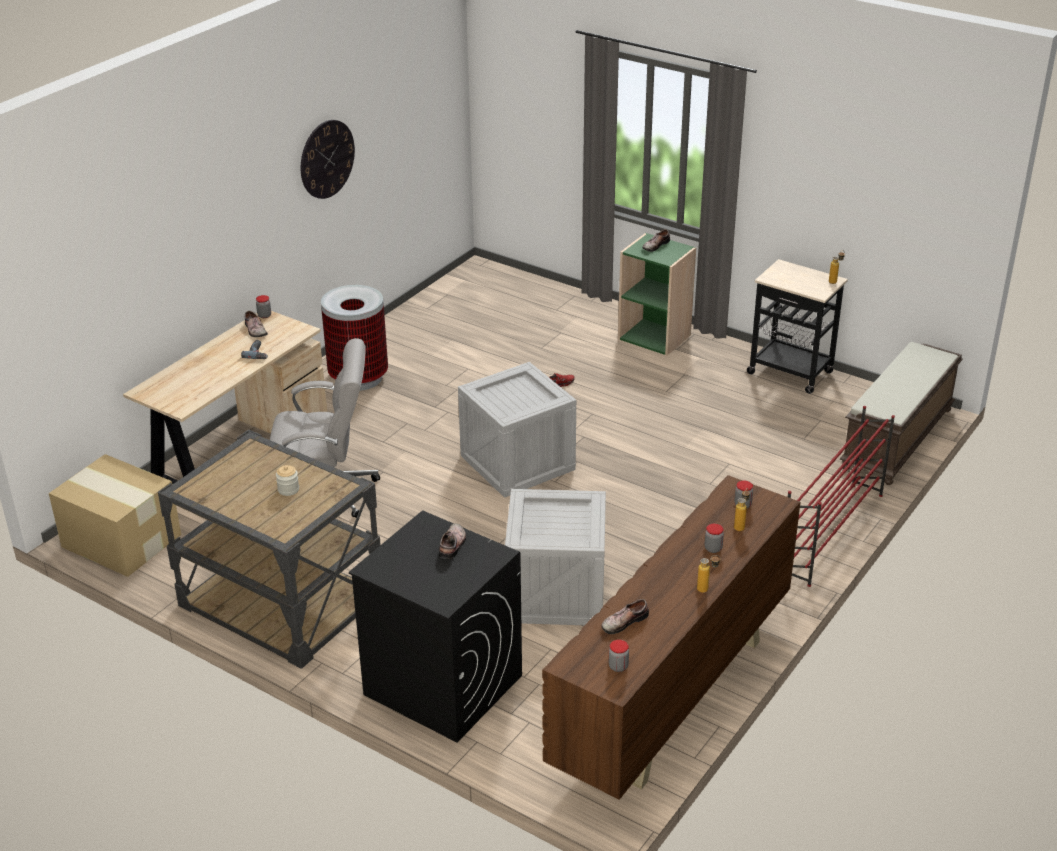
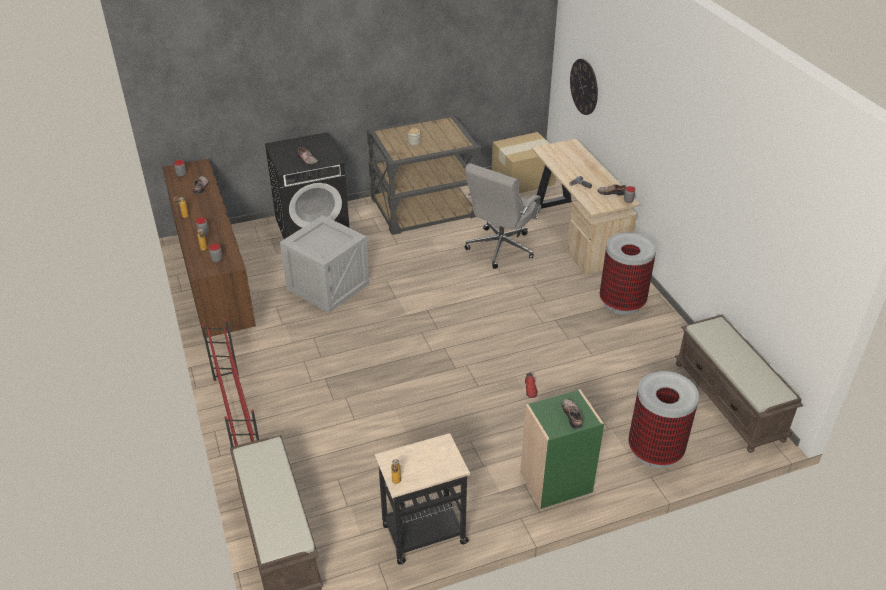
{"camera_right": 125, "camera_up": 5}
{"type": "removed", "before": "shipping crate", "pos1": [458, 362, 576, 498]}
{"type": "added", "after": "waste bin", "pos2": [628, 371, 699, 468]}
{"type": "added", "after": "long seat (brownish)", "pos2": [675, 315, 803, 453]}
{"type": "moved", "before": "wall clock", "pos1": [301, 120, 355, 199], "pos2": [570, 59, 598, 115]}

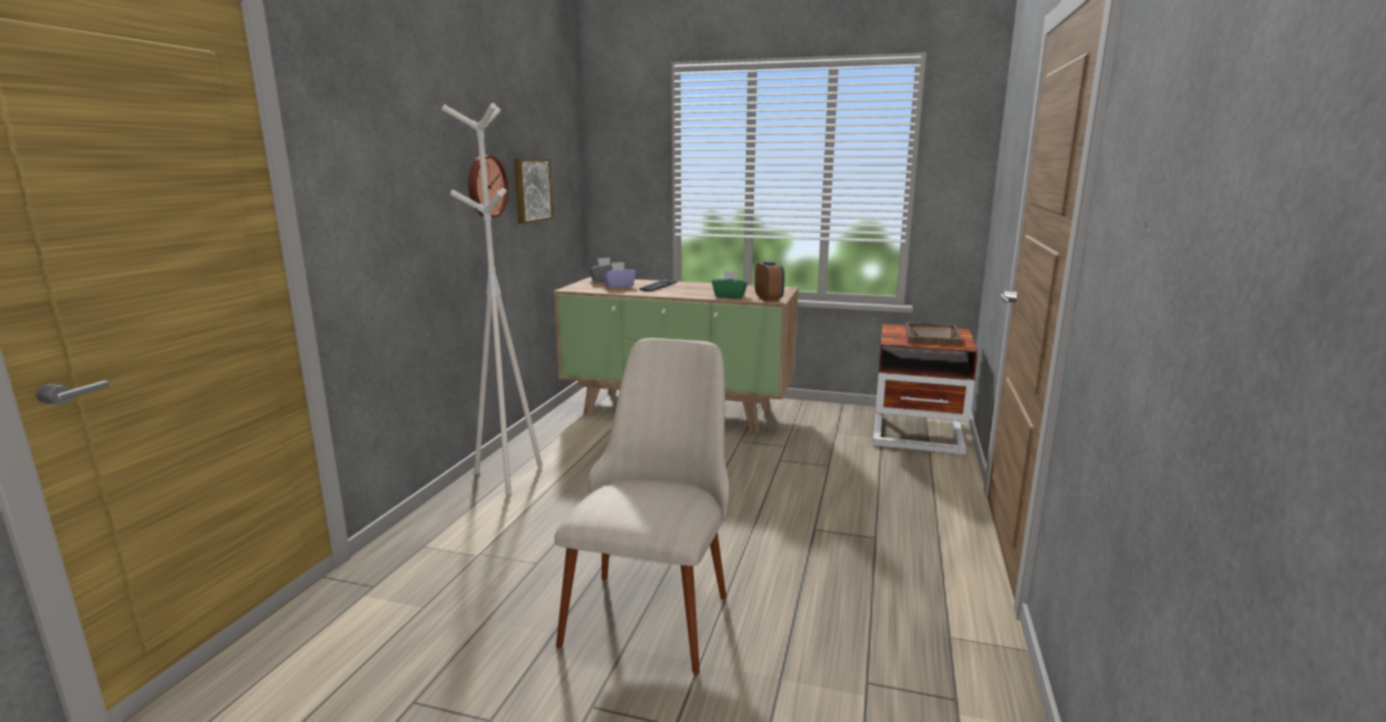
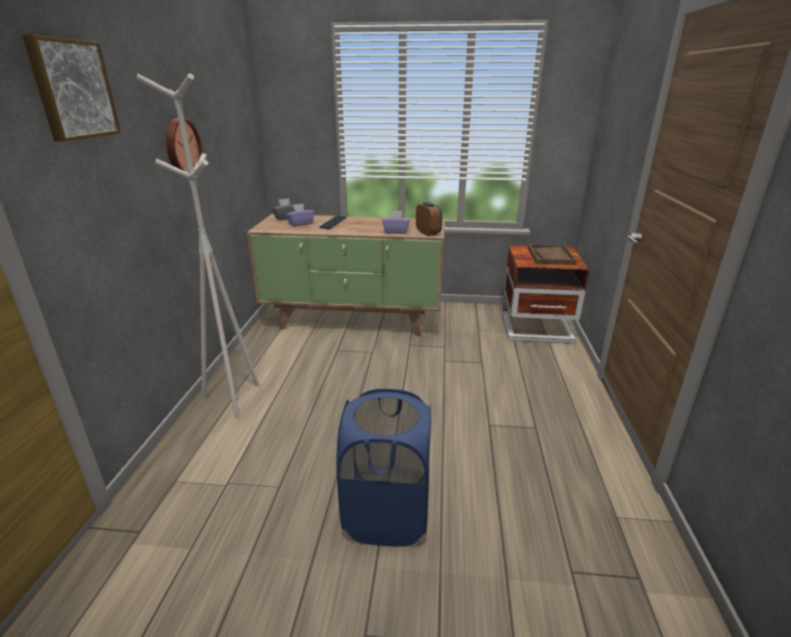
{"camera_right": -10, "camera_up": 10}
{"type": "moved", "before": "wall picture", "pos1": [514, 159, 553, 224], "pos2": [22, 35, 121, 142]}
{"type": "replaced", "before": "upright chair (beige)", "after": "hamper (blue-coloured)", "pos1": [554, 338, 730, 675], "pos2": [336, 388, 431, 547]}
{"type": "recoloured", "before": "tissue holder (green)", "after": "tissue holder (purple-coloured)", "pos1": [712, 270, 748, 298], "pos2": [382, 211, 410, 234]}

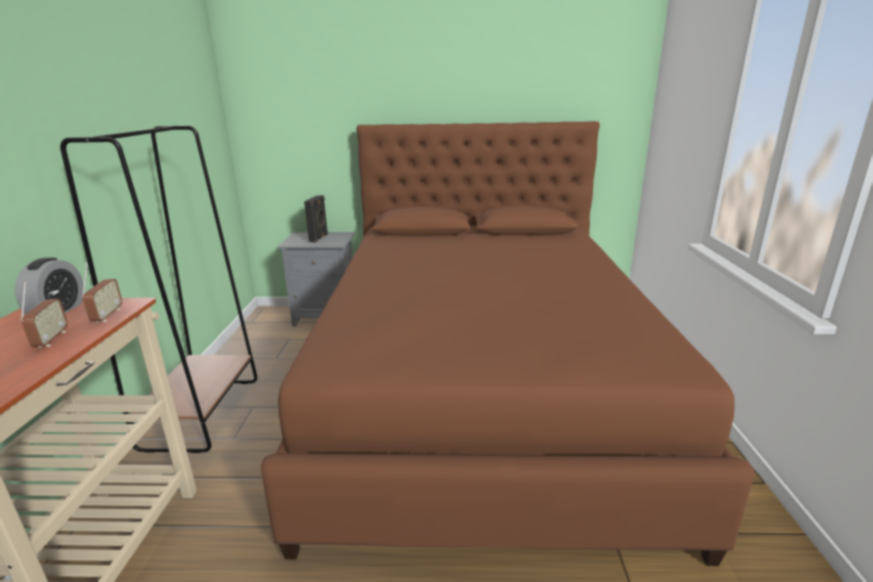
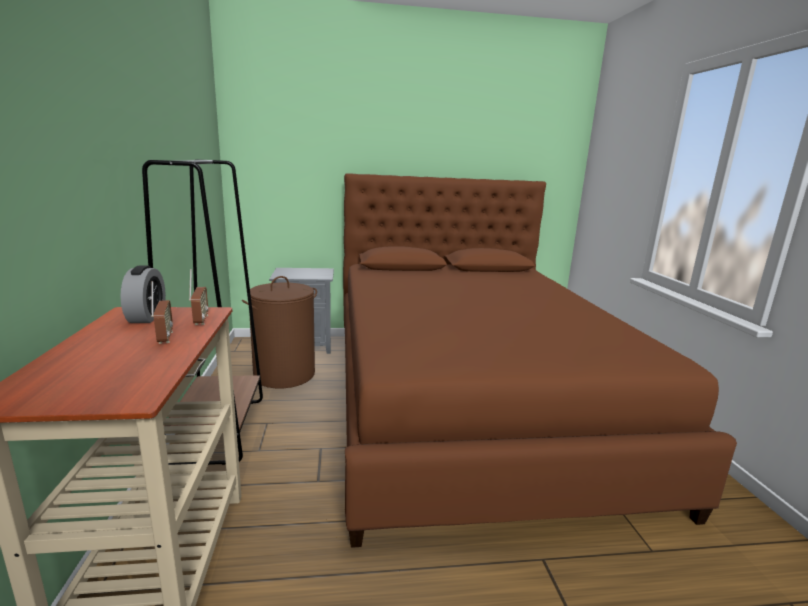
{"camera_right": -10, "camera_up": -5}
{"type": "removed", "before": "speaker (black)", "pos1": [304, 195, 328, 243]}
{"type": "added", "after": "hamper (brownish)", "pos2": [242, 276, 317, 388]}

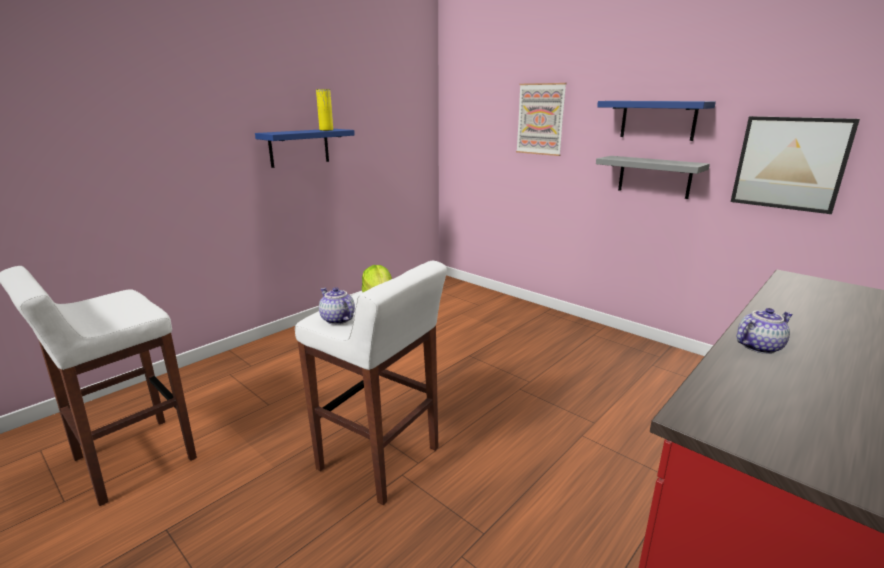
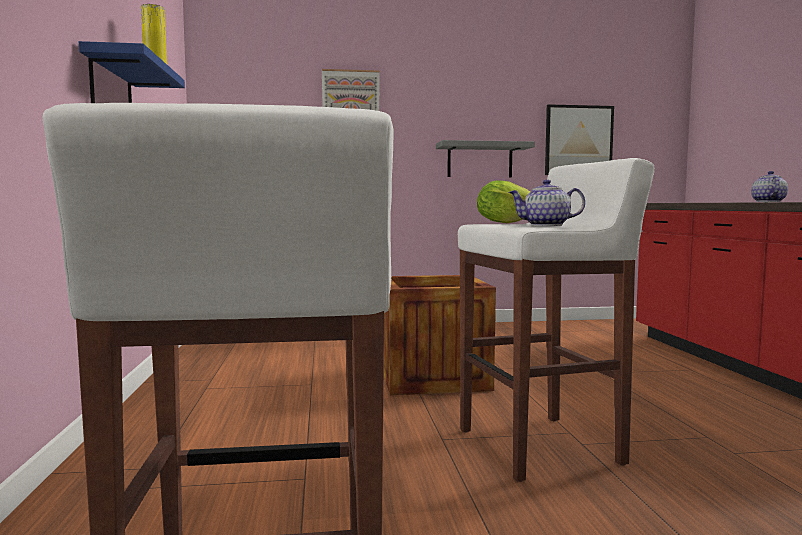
{"camera_right": -50, "camera_up": -15}
{"type": "removed", "before": "shelf (blue-coloured)", "pos1": [597, 101, 716, 141]}
{"type": "added", "after": "shipping crate", "pos2": [384, 275, 496, 395]}

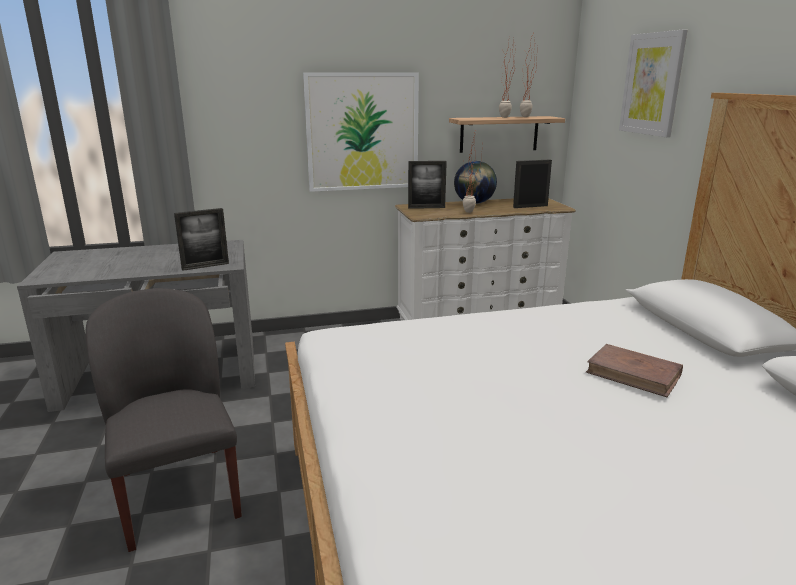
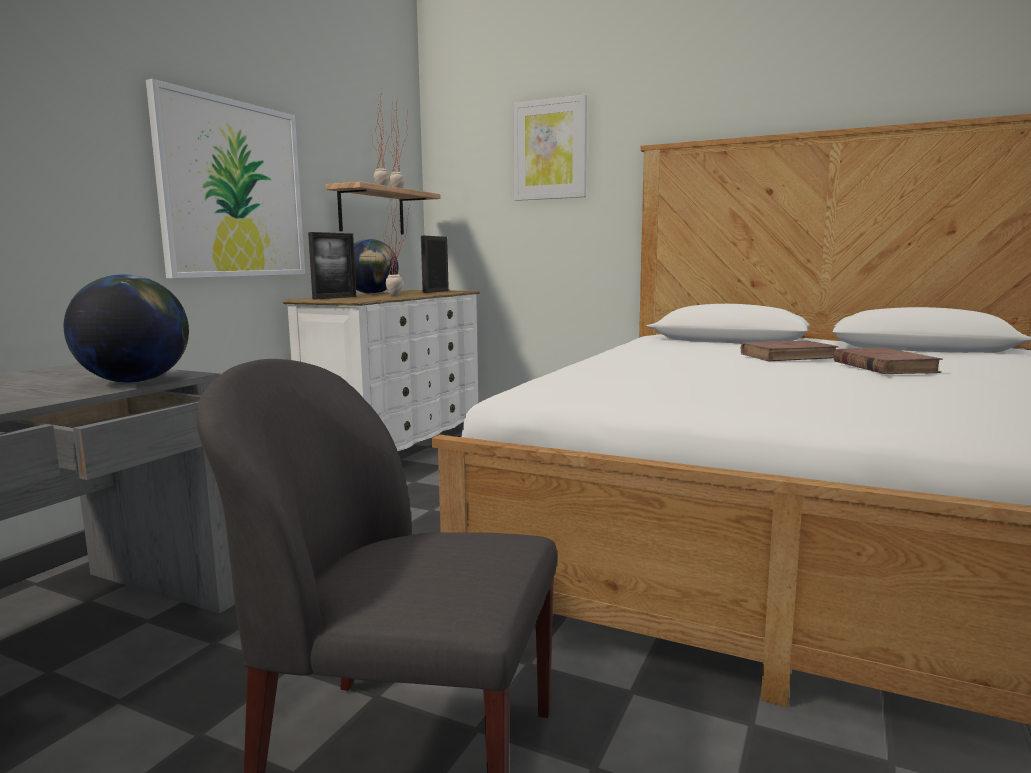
{"camera_right": -50, "camera_up": -10}
{"type": "added", "after": "bound book (brownish)", "pos2": [833, 348, 943, 374]}
{"type": "replaced", "before": "picture frame", "after": "globe", "pos1": [174, 208, 229, 271], "pos2": [64, 274, 189, 383]}

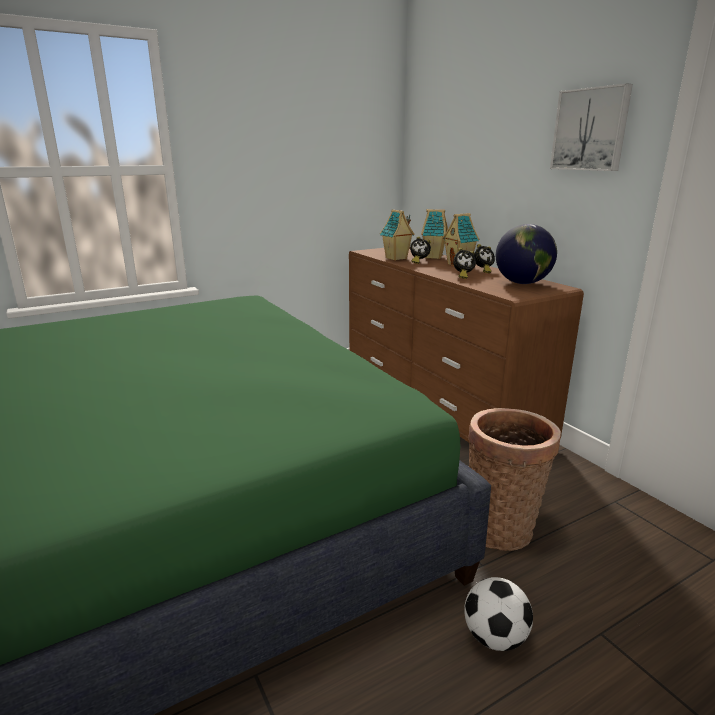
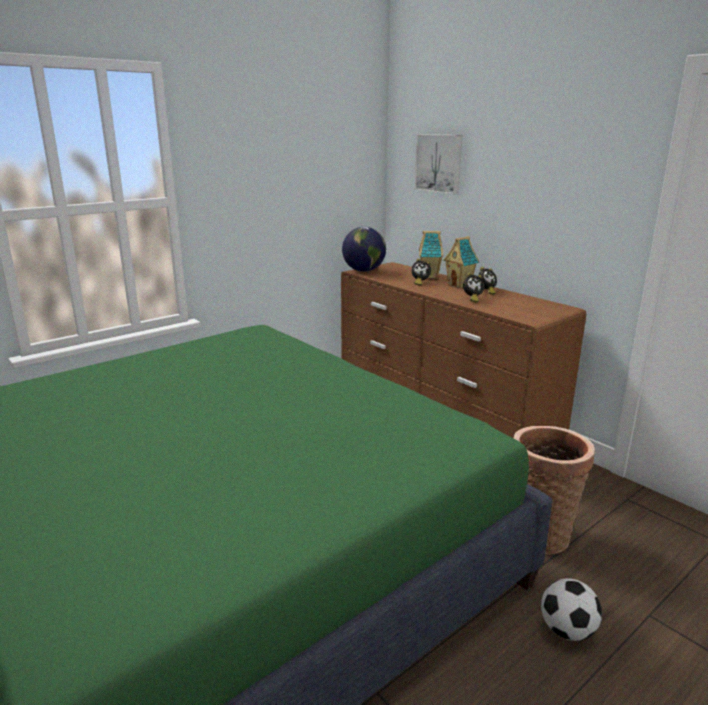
{"camera_right": -10, "camera_up": 0}
{"type": "removed", "before": "model house", "pos1": [380, 209, 414, 261]}
{"type": "moved", "before": "globe", "pos1": [496, 224, 557, 284], "pos2": [342, 227, 386, 272]}
{"type": "moved", "before": "wall picture", "pos1": [550, 83, 633, 171], "pos2": [414, 134, 462, 194]}

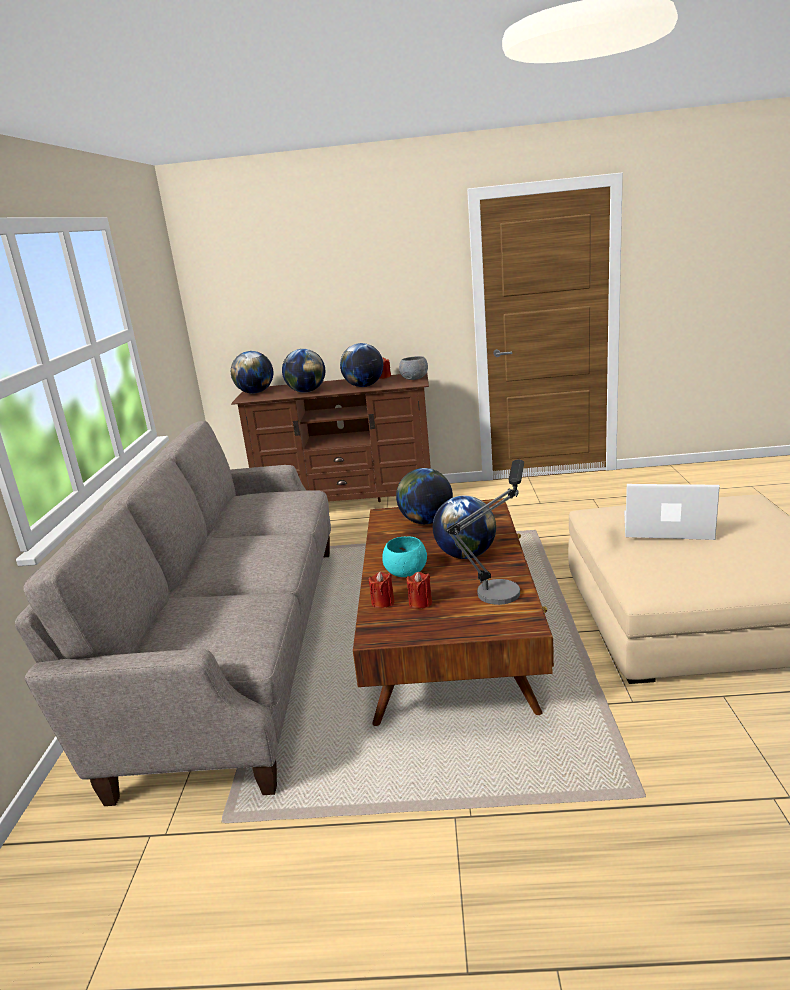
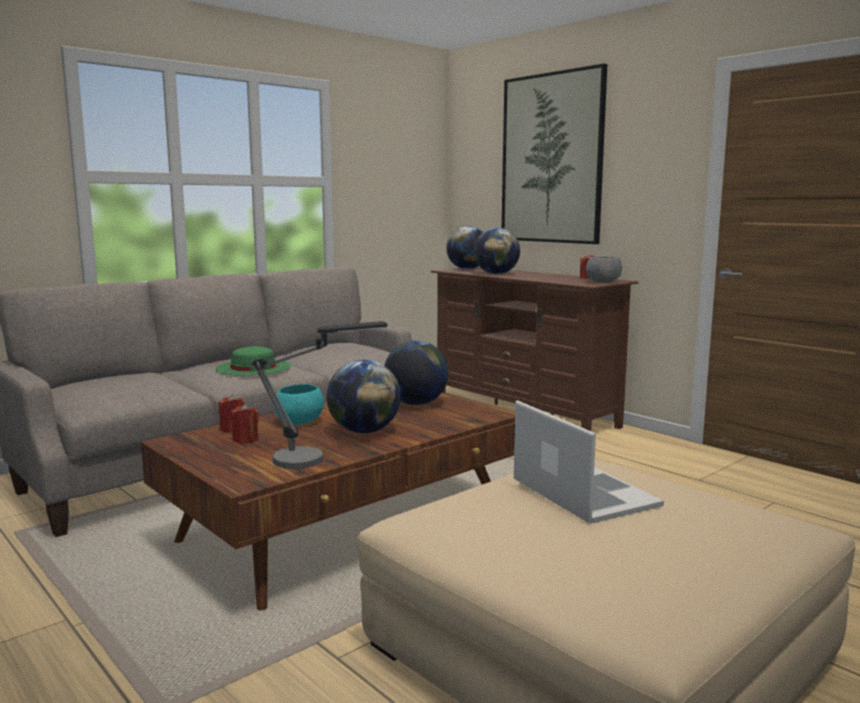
{"camera_right": 45, "camera_up": -10}
{"type": "removed", "before": "globe", "pos1": [340, 343, 383, 387]}
{"type": "added", "after": "wearable hat (green)", "pos2": [215, 346, 291, 376]}
{"type": "added", "after": "wall picture", "pos2": [502, 64, 607, 244]}

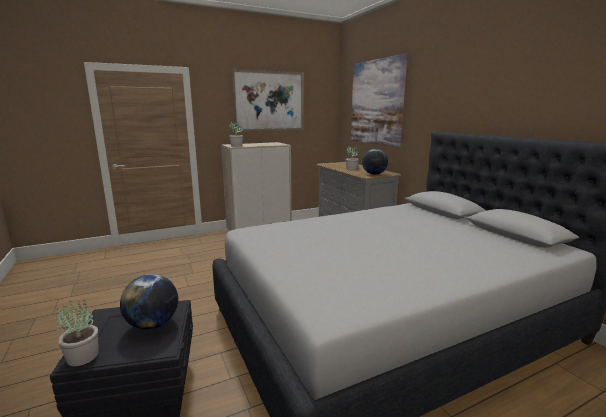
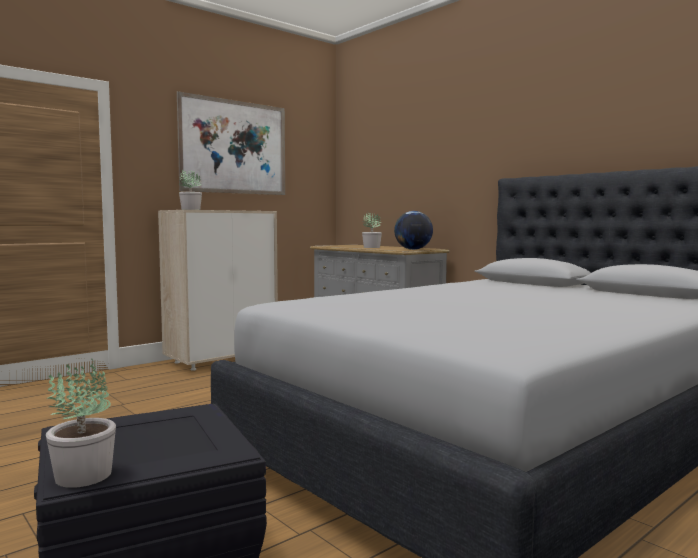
{"camera_right": -15, "camera_up": -10}
{"type": "removed", "before": "globe", "pos1": [120, 274, 178, 330]}
{"type": "removed", "before": "wall picture", "pos1": [351, 54, 407, 147]}

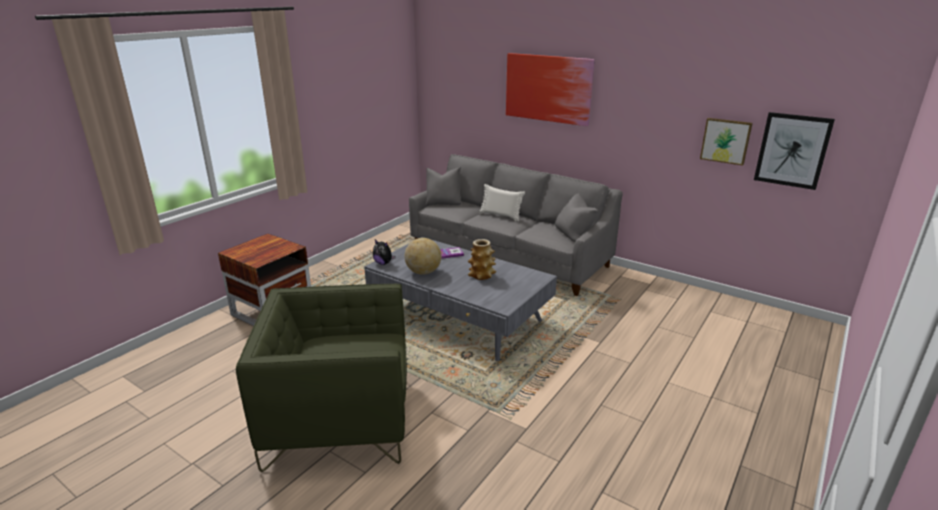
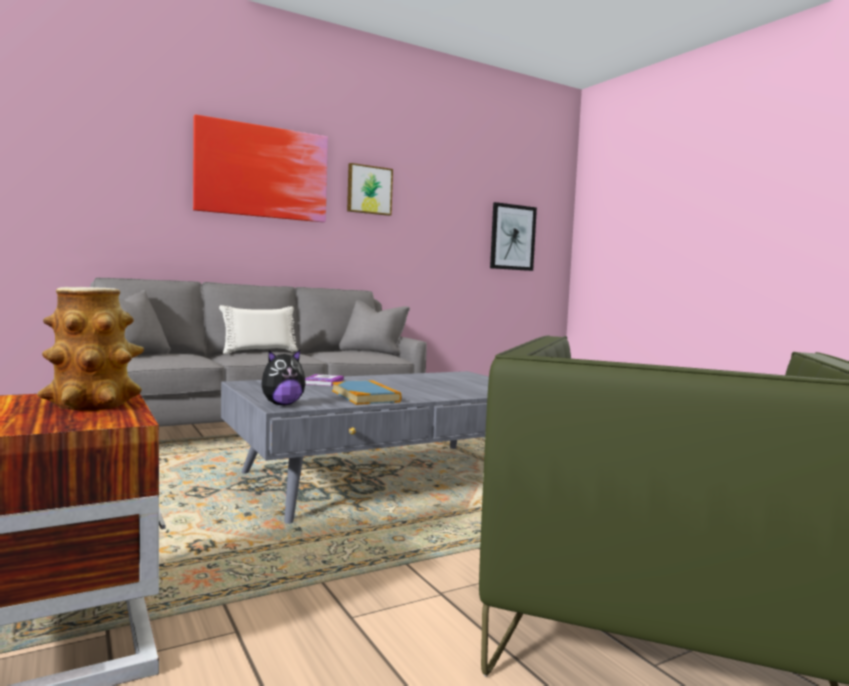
{"camera_right": -65, "camera_up": -20}
{"type": "moved", "before": "vase", "pos1": [468, 239, 496, 280], "pos2": [37, 287, 144, 410]}
{"type": "moved", "before": "wall picture", "pos1": [700, 118, 753, 166], "pos2": [347, 163, 393, 216]}
{"type": "replaced", "before": "globe", "after": "bound book", "pos1": [405, 238, 441, 275], "pos2": [332, 380, 401, 405]}

